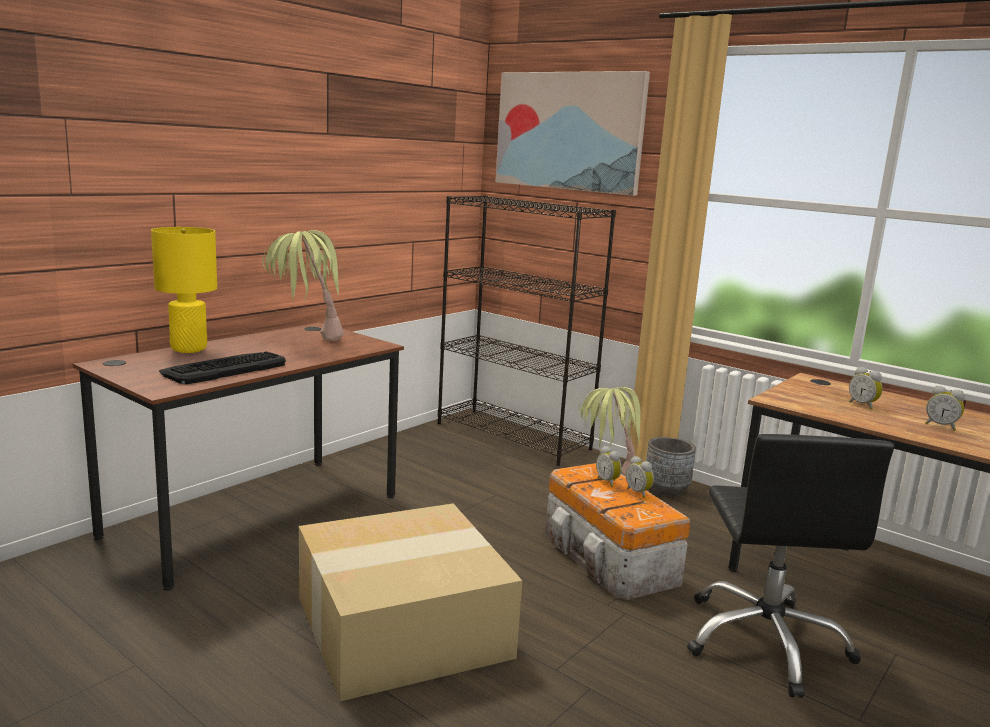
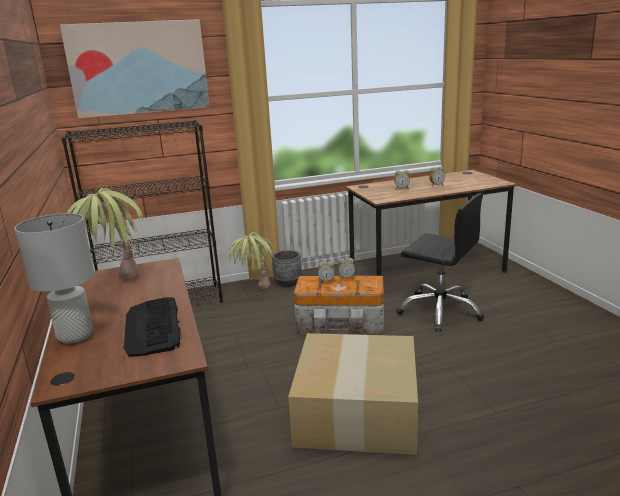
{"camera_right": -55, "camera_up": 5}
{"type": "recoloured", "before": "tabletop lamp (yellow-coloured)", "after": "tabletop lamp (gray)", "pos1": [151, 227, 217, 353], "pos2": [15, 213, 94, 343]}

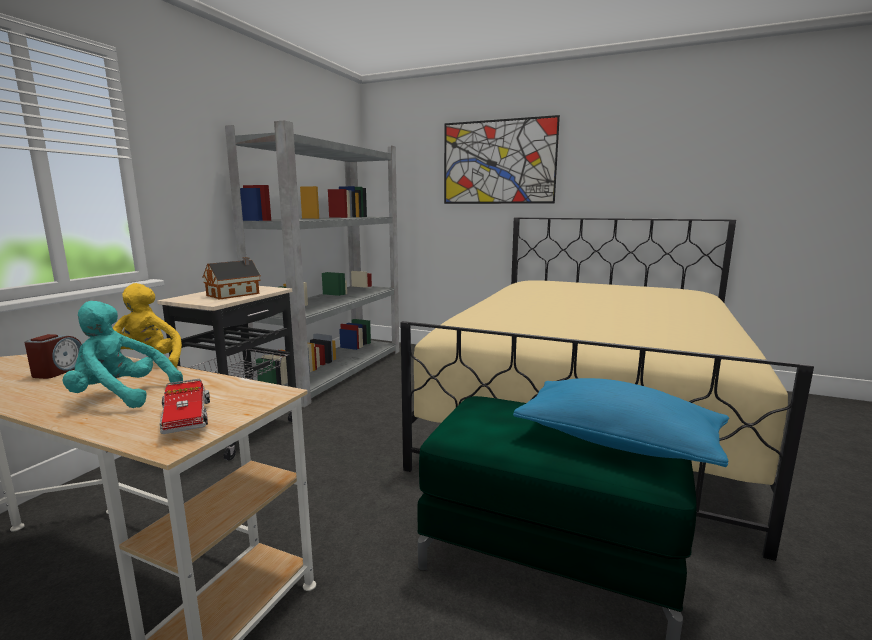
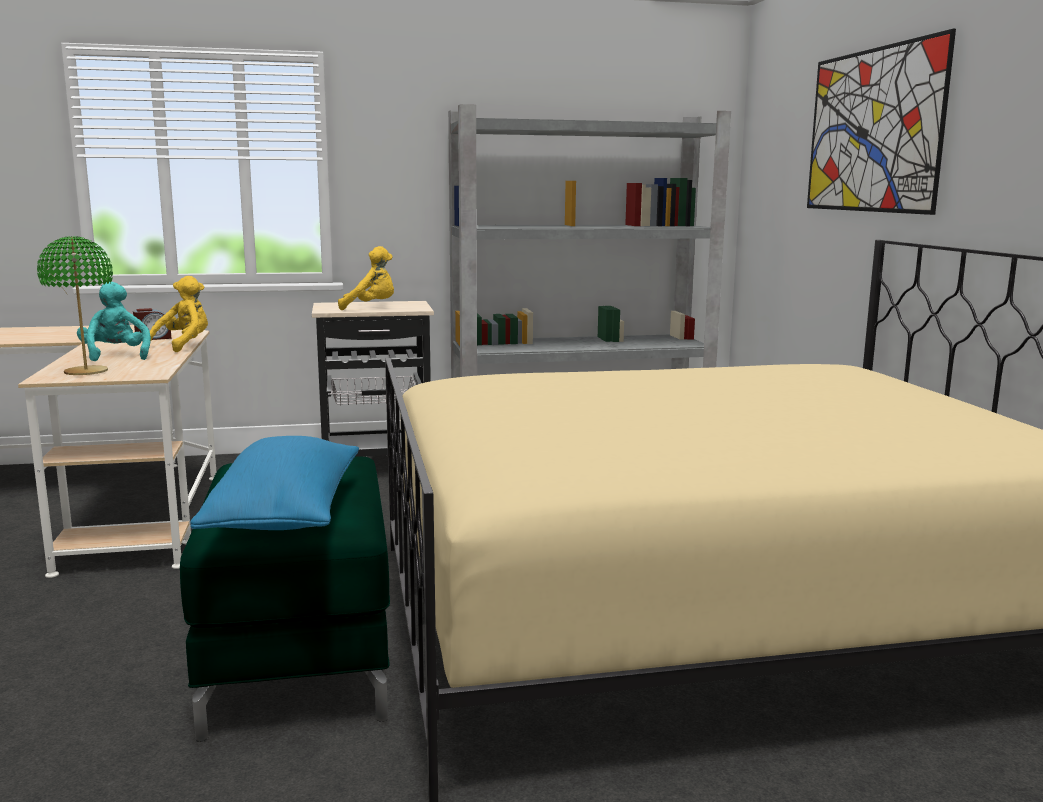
{"camera_right": 55, "camera_up": 0}
{"type": "replaced", "before": "toy truck", "after": "tabletop lamp (green)", "pos1": [160, 379, 210, 434], "pos2": [37, 236, 113, 375]}
{"type": "replaced", "before": "model house", "after": "soft toy (yellow-coloured)", "pos1": [202, 257, 261, 300], "pos2": [338, 246, 394, 310]}

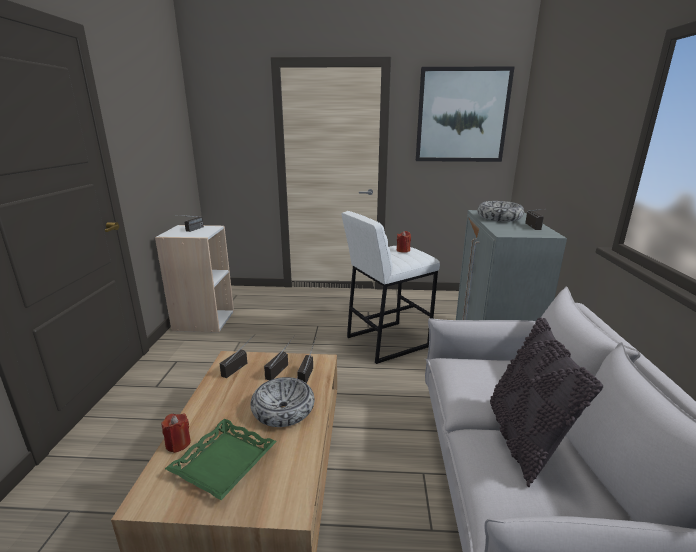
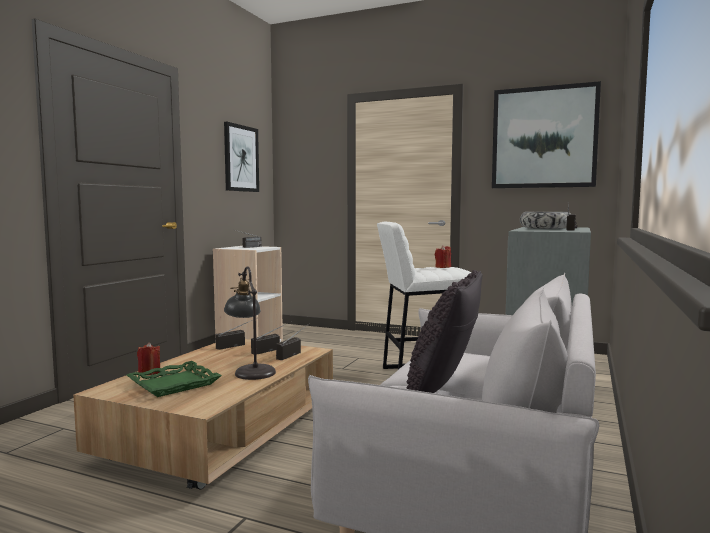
{"camera_right": 20, "camera_up": -15}
{"type": "added", "after": "wall picture", "pos2": [224, 122, 259, 192]}
{"type": "replaced", "before": "deep dish", "after": "tabletop lamp (gray)", "pos1": [251, 377, 315, 427], "pos2": [224, 266, 276, 380]}

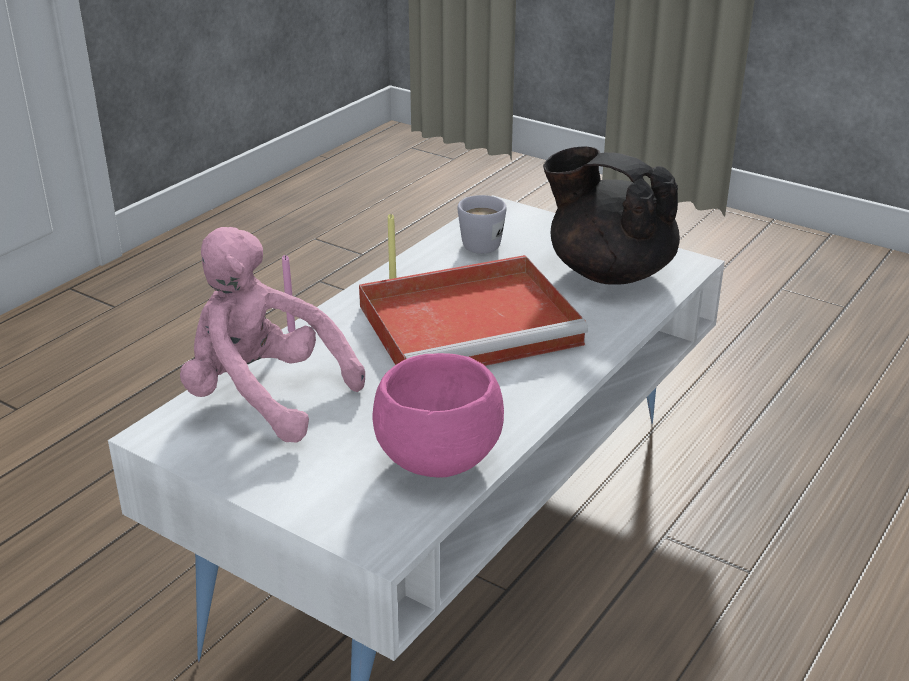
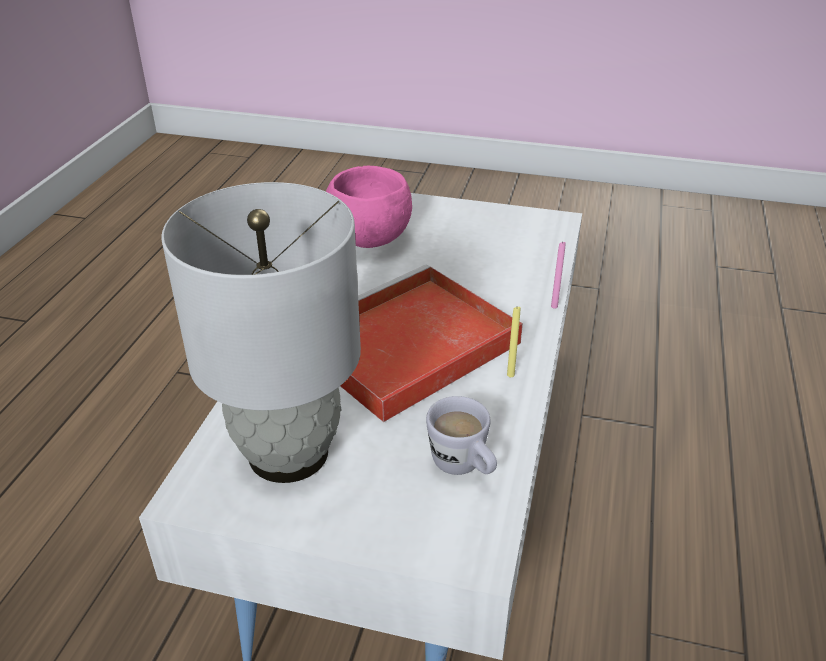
{"camera_right": 160, "camera_up": 5}
{"type": "removed", "before": "soft toy (pink)", "pos1": [180, 227, 365, 443]}
{"type": "replaced", "before": "pot for tea (black)", "after": "tabletop lamp (whitish)", "pos1": [543, 146, 680, 285], "pos2": [161, 182, 361, 483]}

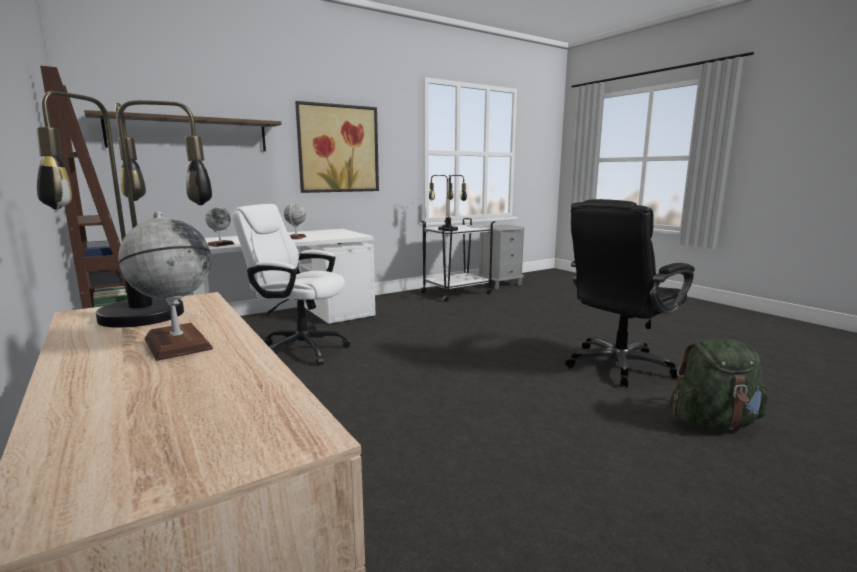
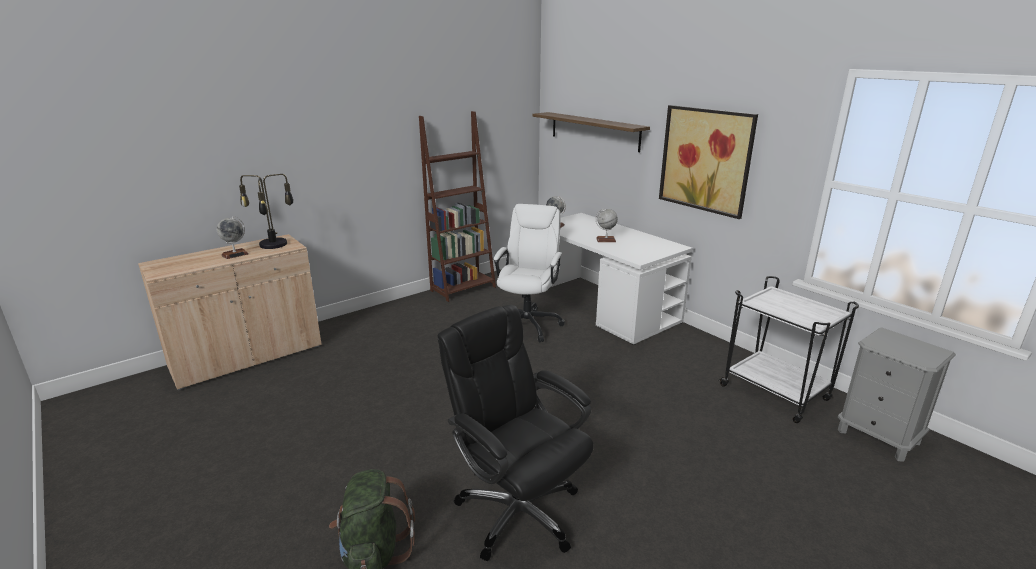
{"camera_right": 85, "camera_up": 10}
{"type": "removed", "before": "tabletop lamp", "pos1": [429, 175, 467, 231]}

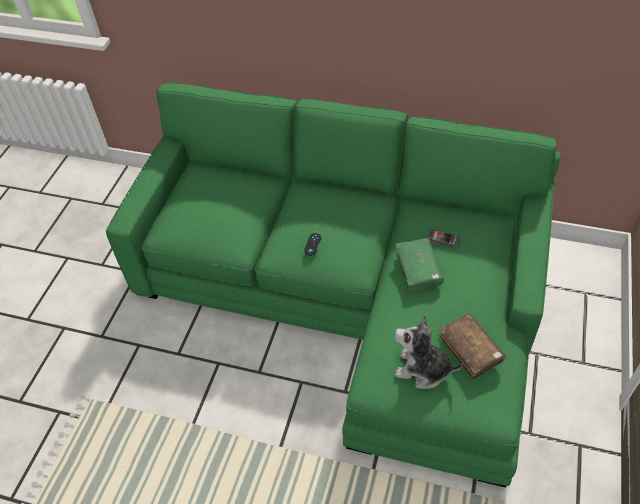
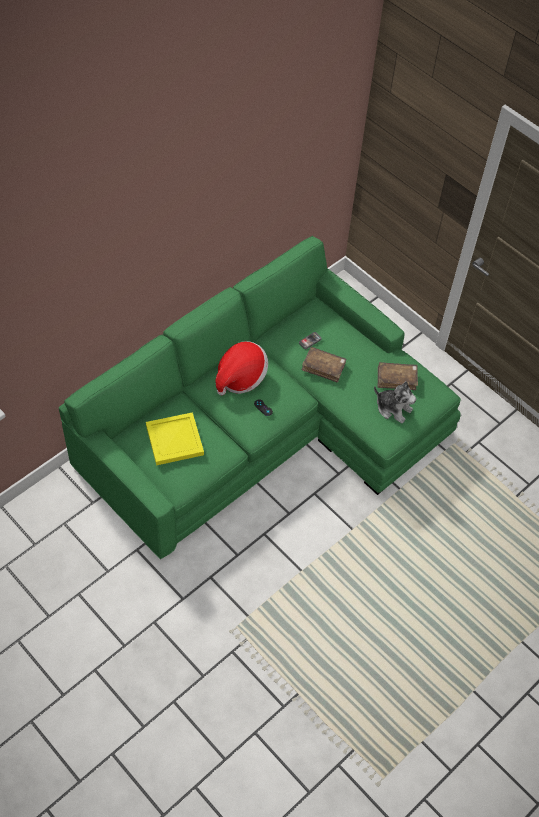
{"camera_right": -65, "camera_up": 5}
{"type": "added", "after": "serving tray (yellow-coloured)", "pos2": [146, 412, 204, 465]}
{"type": "added", "after": "wearable hat", "pos2": [216, 341, 268, 395]}
{"type": "recoloured", "before": "bound book (green)", "after": "bound book (brownish)", "pos1": [395, 238, 444, 293], "pos2": [301, 347, 346, 383]}
{"type": "turned", "before": "soft toy", "pos1": [395, 315, 463, 389], "pos2": [374, 381, 416, 423], "turn": -105}

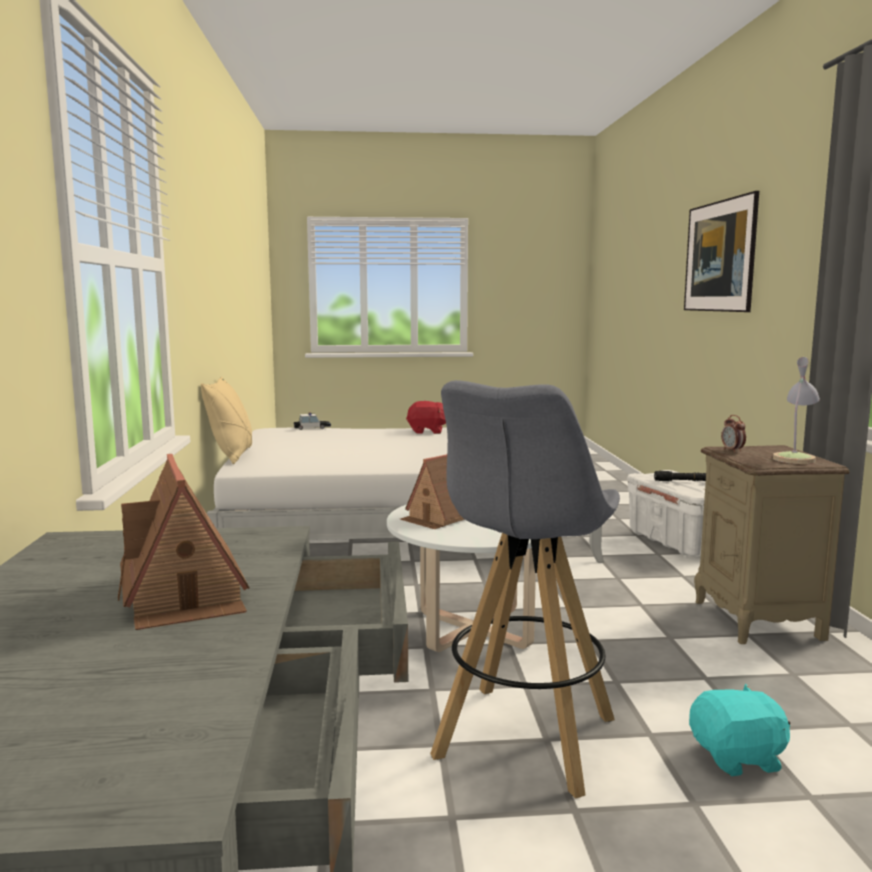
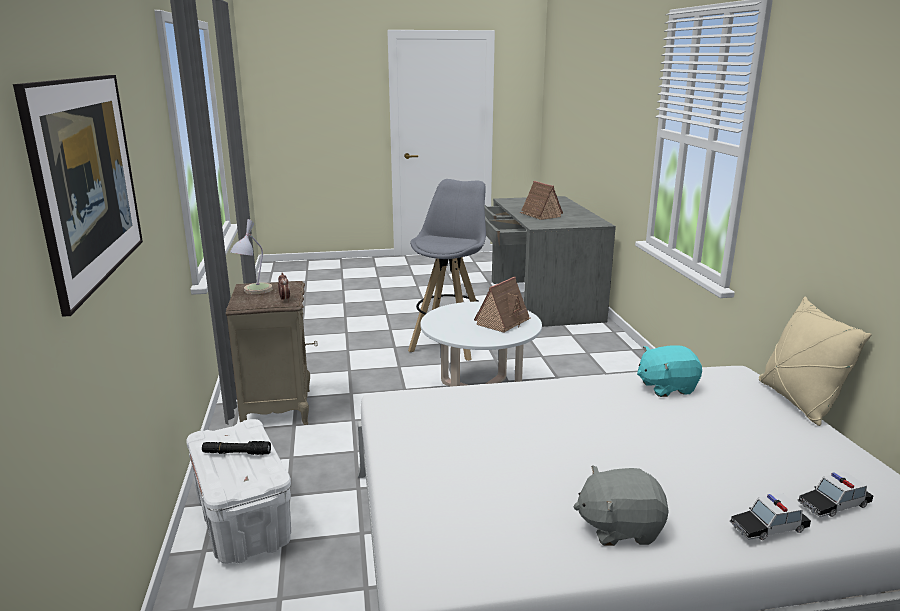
{"camera_right": 175, "camera_up": 10}
{"type": "added", "after": "model car", "pos2": [730, 493, 811, 540]}
{"type": "moved", "before": "soft toy (blue-green)", "pos1": [689, 684, 790, 776], "pos2": [637, 345, 702, 397]}
{"type": "recoloured", "before": "soft toy (reddish)", "after": "soft toy (gray)", "pos1": [406, 401, 446, 434], "pos2": [574, 465, 669, 546]}

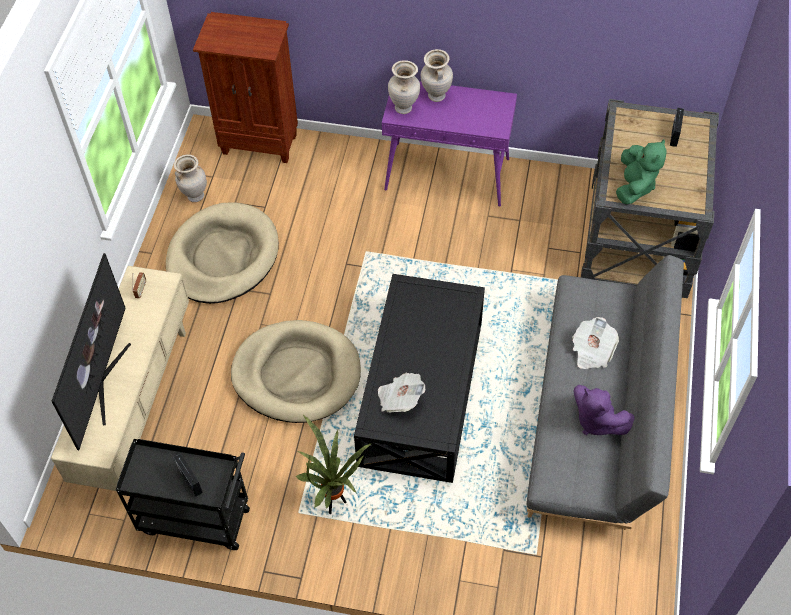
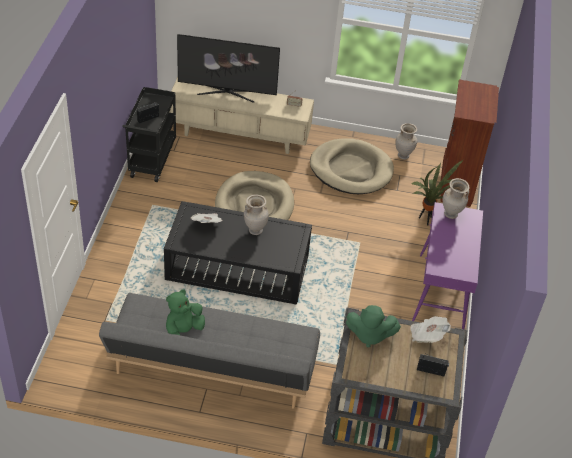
{"camera_right": 85, "camera_up": -10}
{"type": "moved", "before": "houseplant", "pos1": [295, 415, 373, 514], "pos2": [411, 160, 463, 225]}
{"type": "moved", "before": "vase (beige)", "pos1": [421, 49, 453, 102], "pos2": [244, 194, 269, 235]}
{"type": "moved", "before": "daily paper", "pos1": [572, 317, 619, 369], "pos2": [410, 316, 451, 343]}
{"type": "recoloured", "before": "soft toy (purple-coloured)", "after": "soft toy (green)", "pos1": [573, 385, 635, 435], "pos2": [166, 290, 205, 335]}

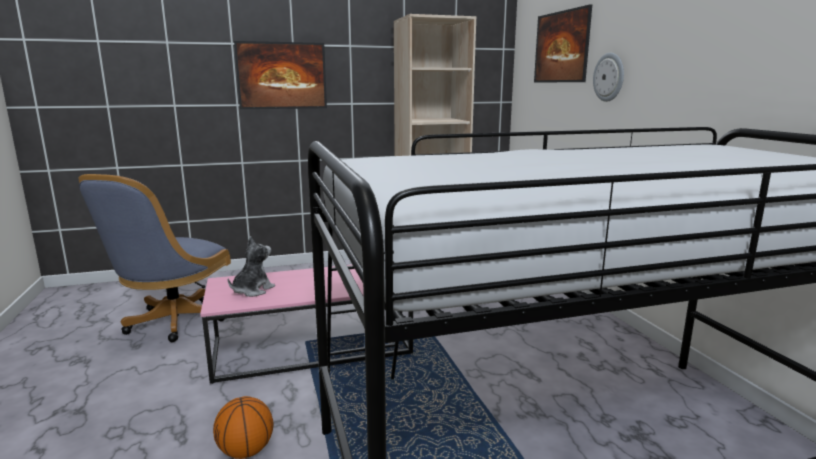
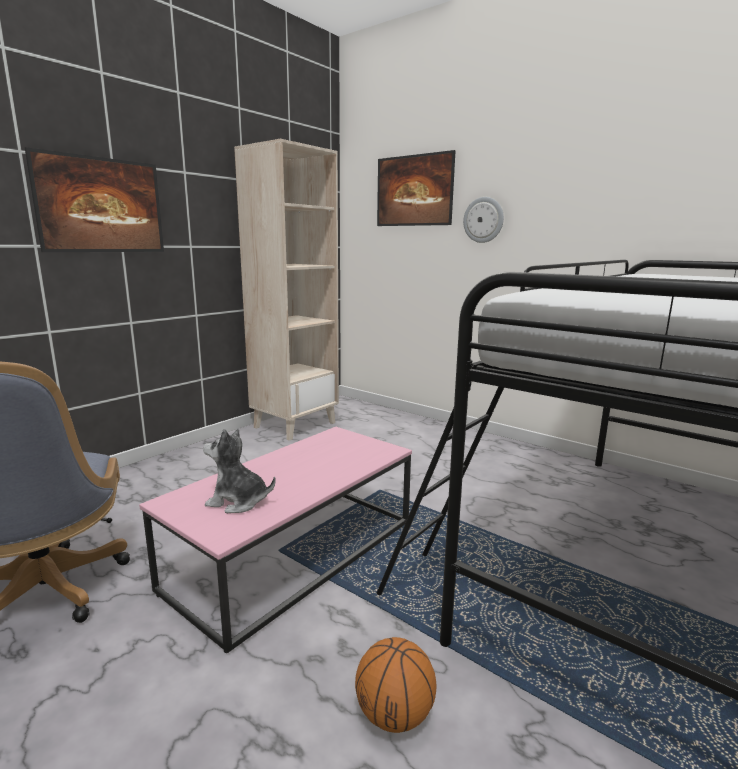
{"camera_right": -35, "camera_up": 0}
{"type": "turned", "before": "soft toy", "pos1": [228, 236, 275, 297], "pos2": [203, 429, 276, 513], "turn": -75}

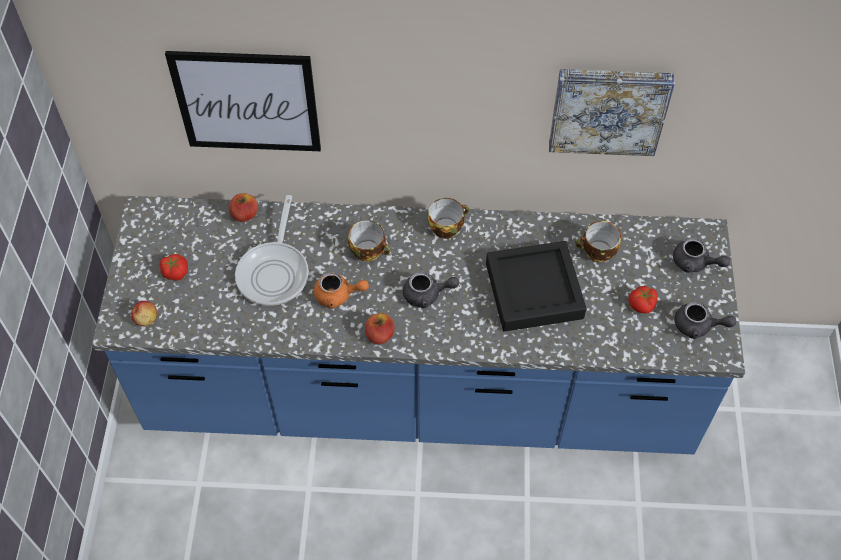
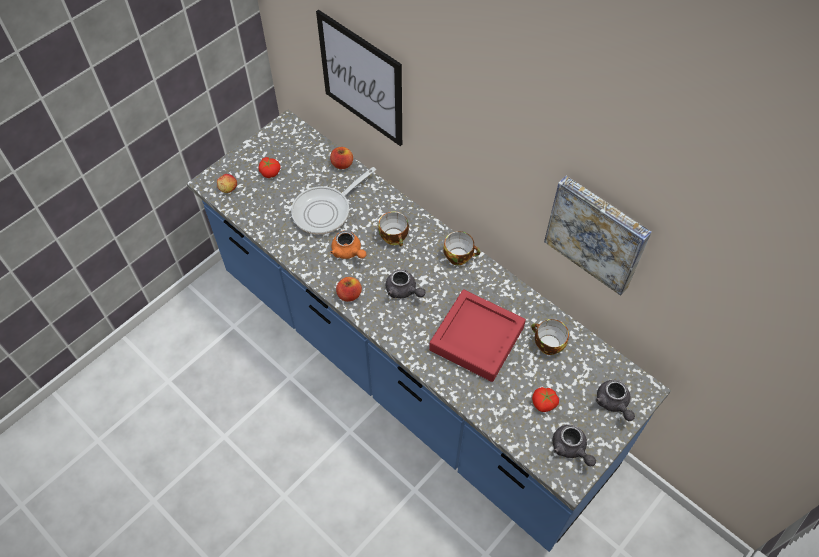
{"camera_right": 40, "camera_up": 0}
{"type": "recoloured", "before": "serving tray (black)", "after": "serving tray (reddish)", "pos1": [486, 241, 586, 332], "pos2": [429, 290, 526, 382]}

